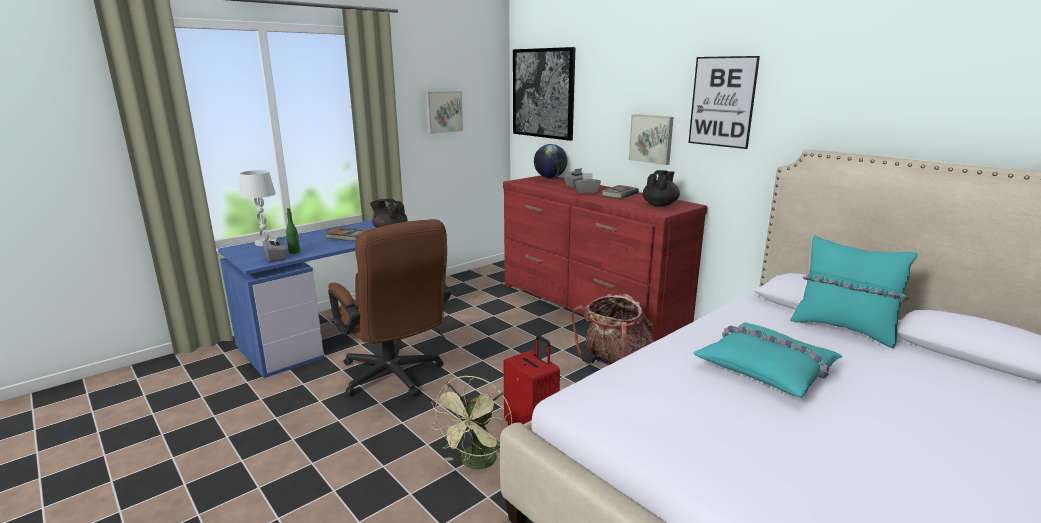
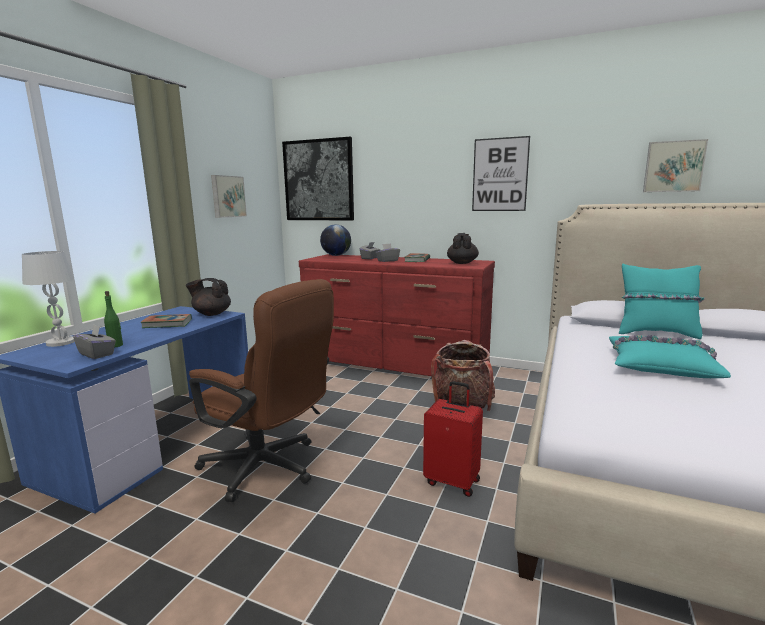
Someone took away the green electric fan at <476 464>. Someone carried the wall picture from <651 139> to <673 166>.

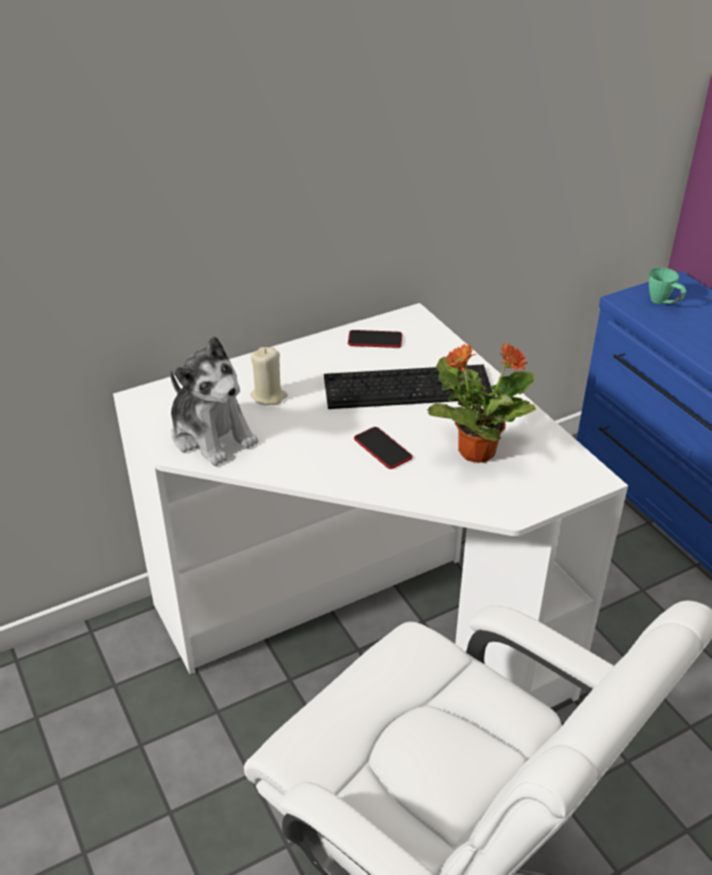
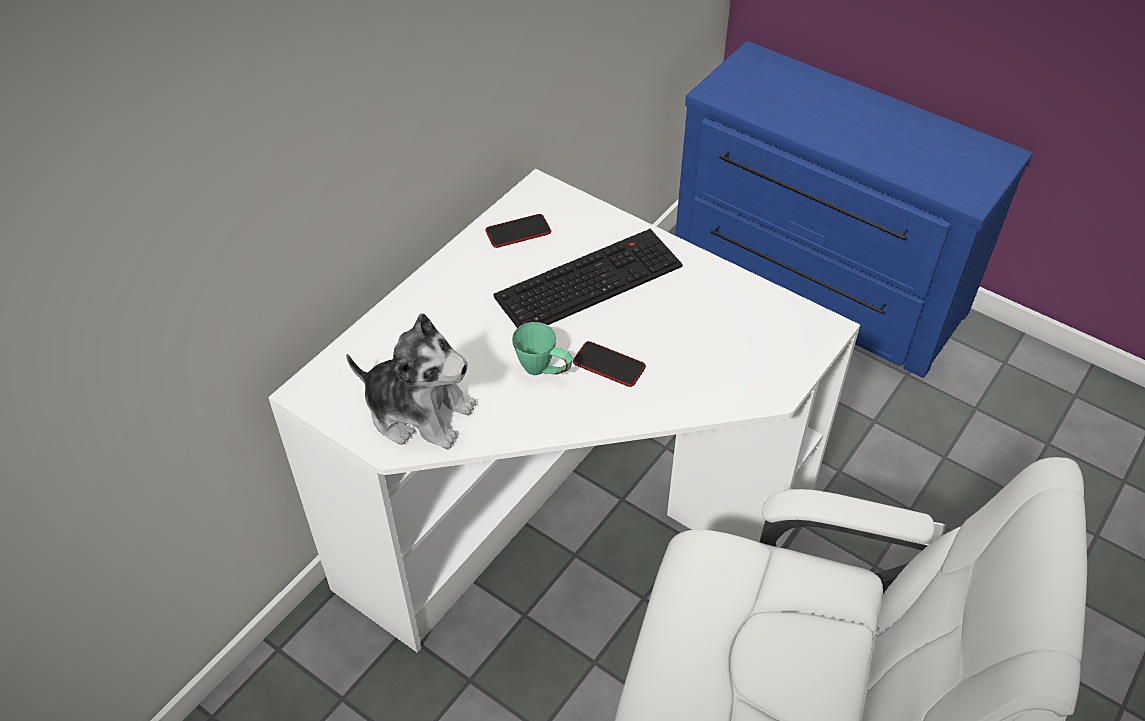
Someone took away the sand-coloured wax light at <269 396>. Someone took away the plant in a pot at <475 451>. Someone carried the green tea mug from <663 303> to <544 371>.

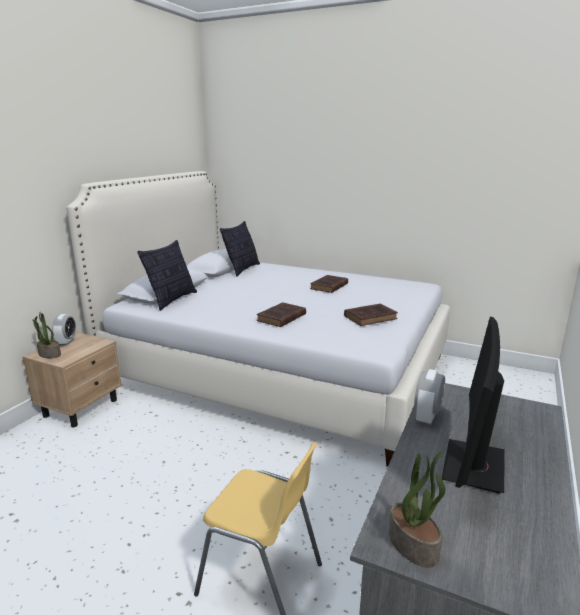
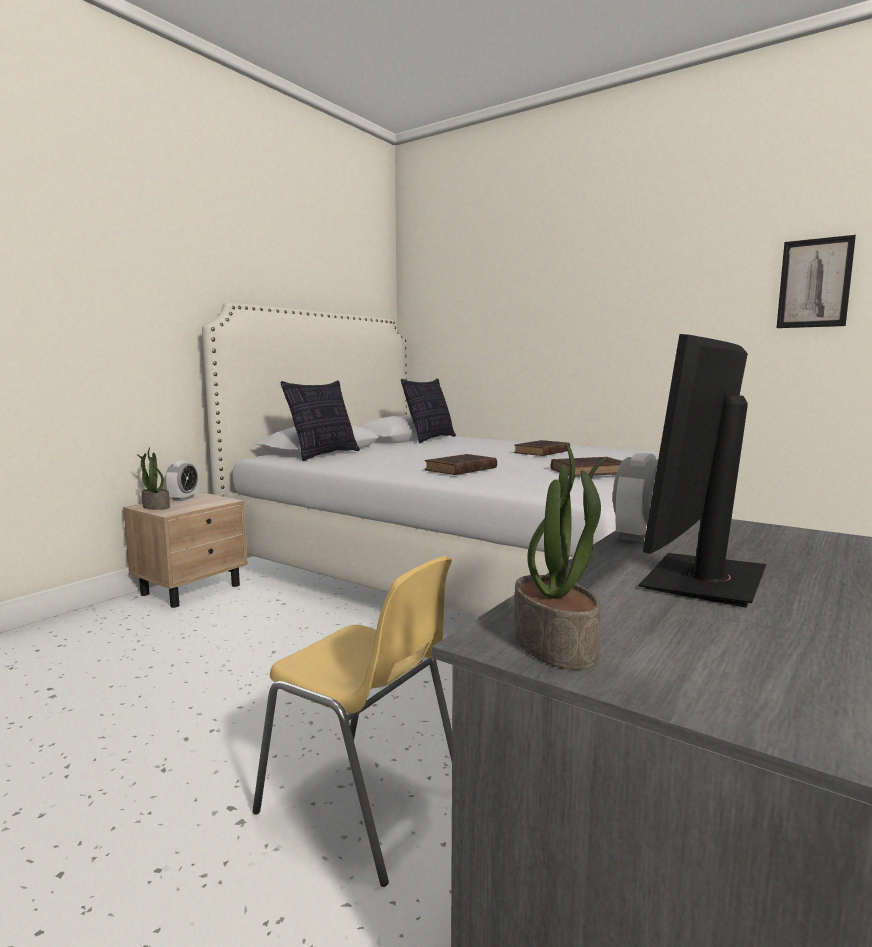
Someone put up the wall picture at <814 283>.

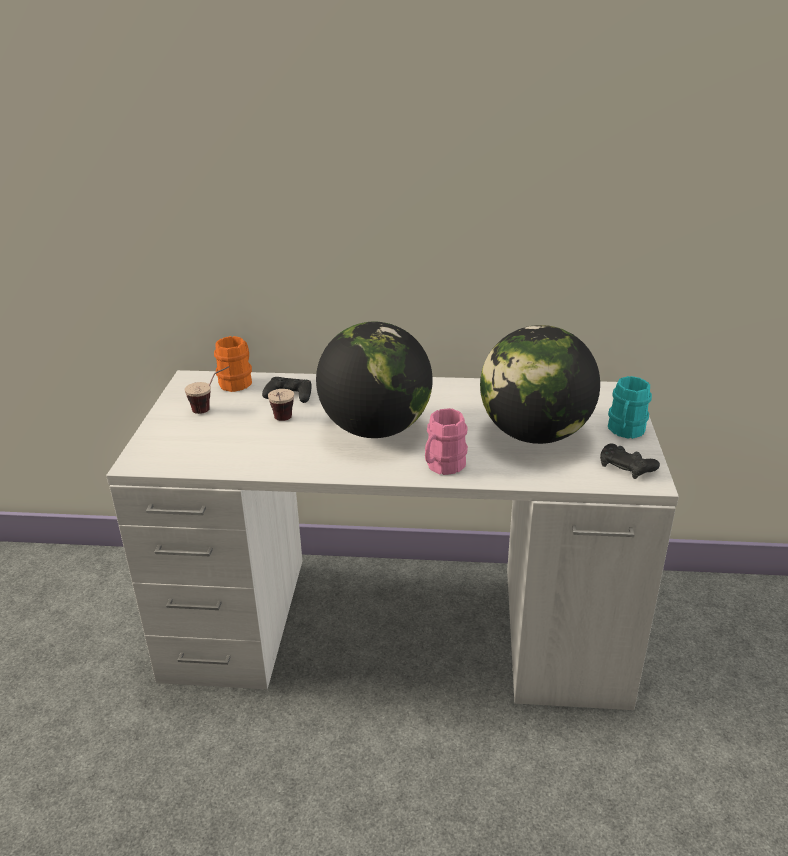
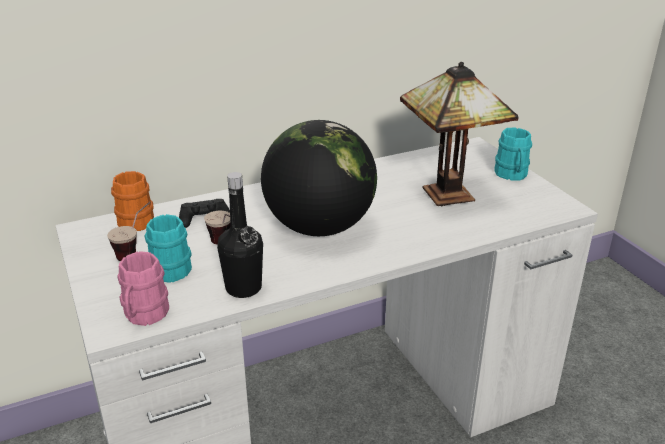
Someone took away the blackish game controller at <626 466>. Someone put down the blue-green tea mug at <174 266>. Someone put down the blackish bottle at <243 288>. Someone carried the pink tea mug from <442 466> to <144 315>. Someone swapped the globe at <535 435> for the tabletop lamp at <452 196>.

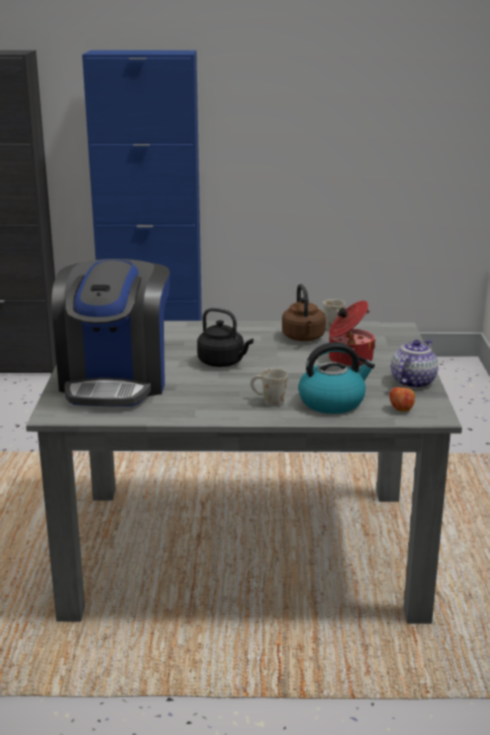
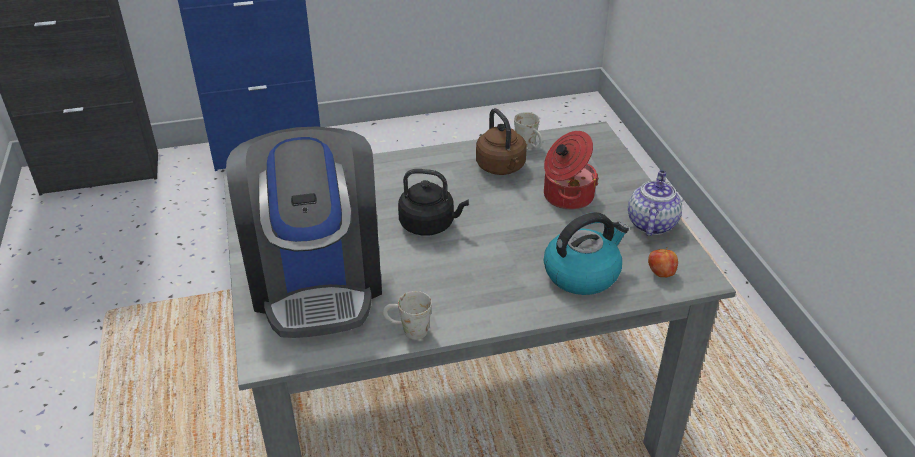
Someone carried the whitish tea mug from <268 401> to <407 330>.

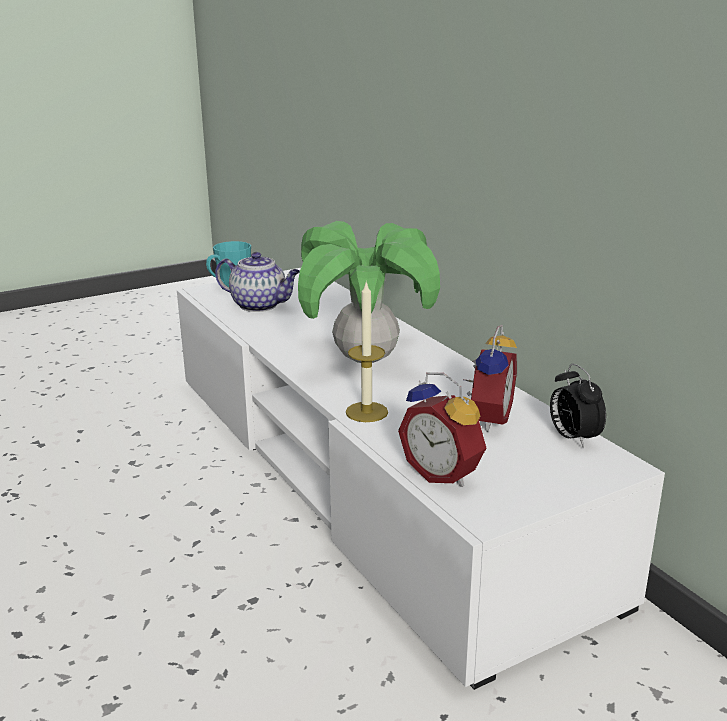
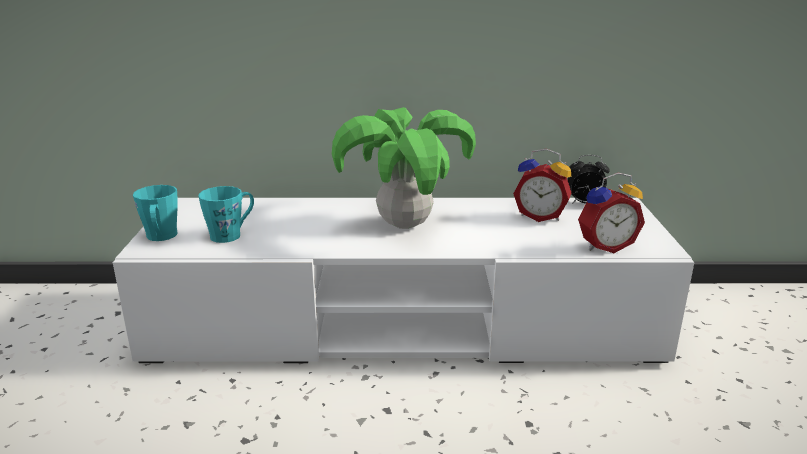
Someone took away the wax light at <366 412>. Someone swapped the teapot at <260 305> for the blue-green tea mug at <231 234>. Someone rotated the alarm clock at <486 419> by 150 degrees clockwise.

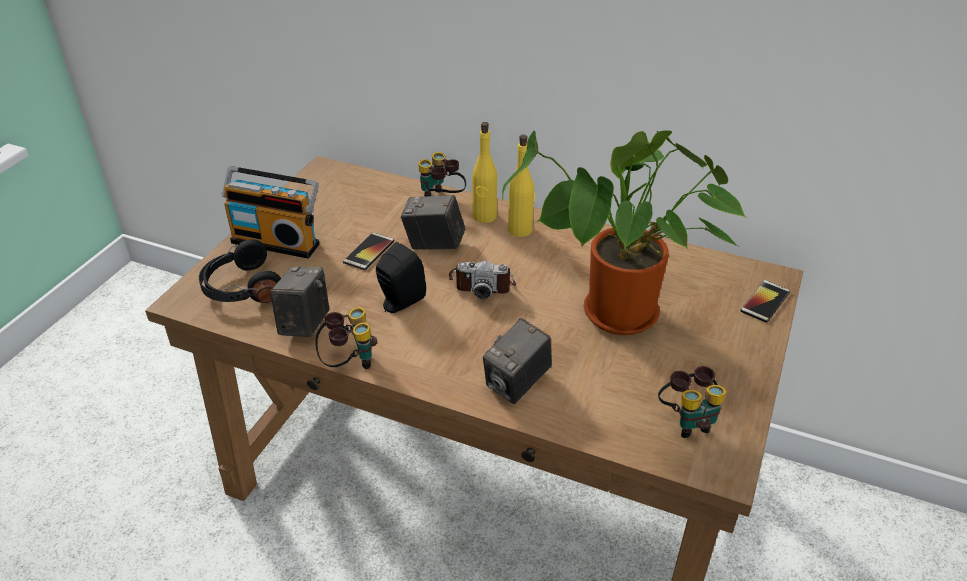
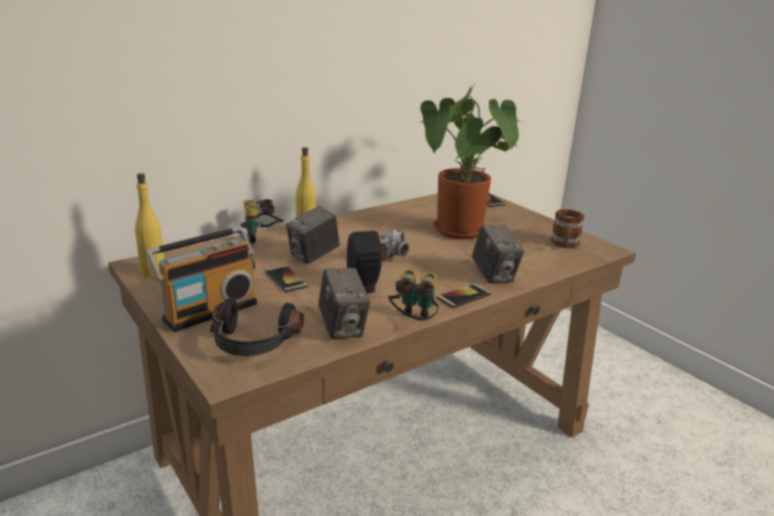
Someone put down the handset at <463 296>. Someone carried the yellow bottle from <520 230> to <153 271>. Someone swapped the field glasses at <687 420> for the tea mug at <564 245>. Someone rotated the photo camera at <304 323> by 150 degrees counterclockwise.

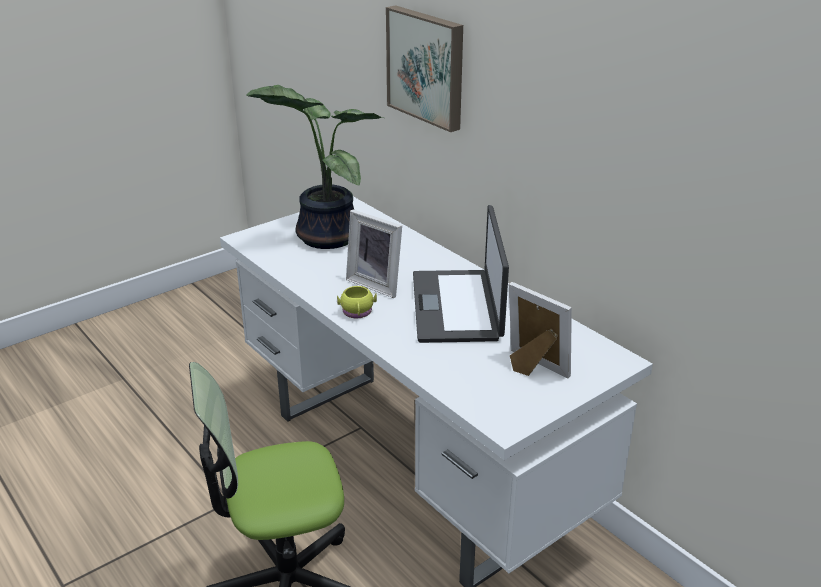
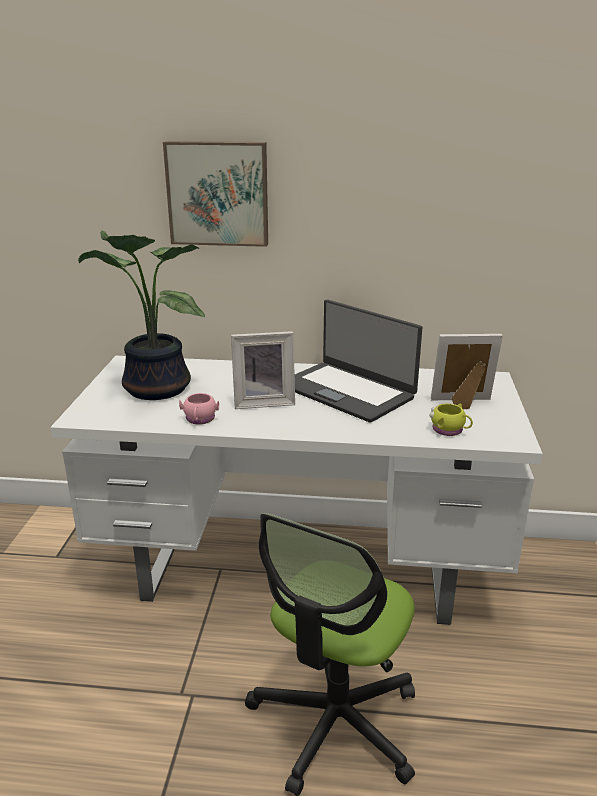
Someone put down the pink tea mug at <200 420>. Someone carried the yellow tea mug from <357 313> to <450 430>.

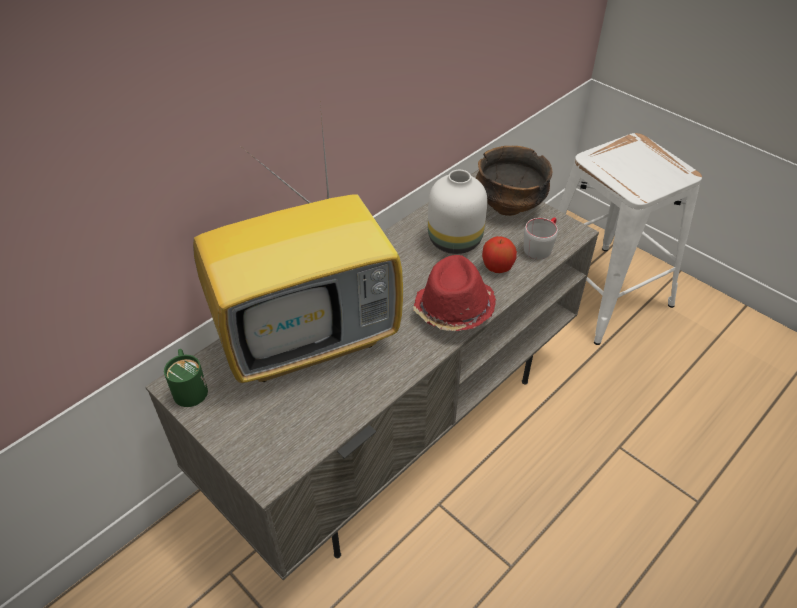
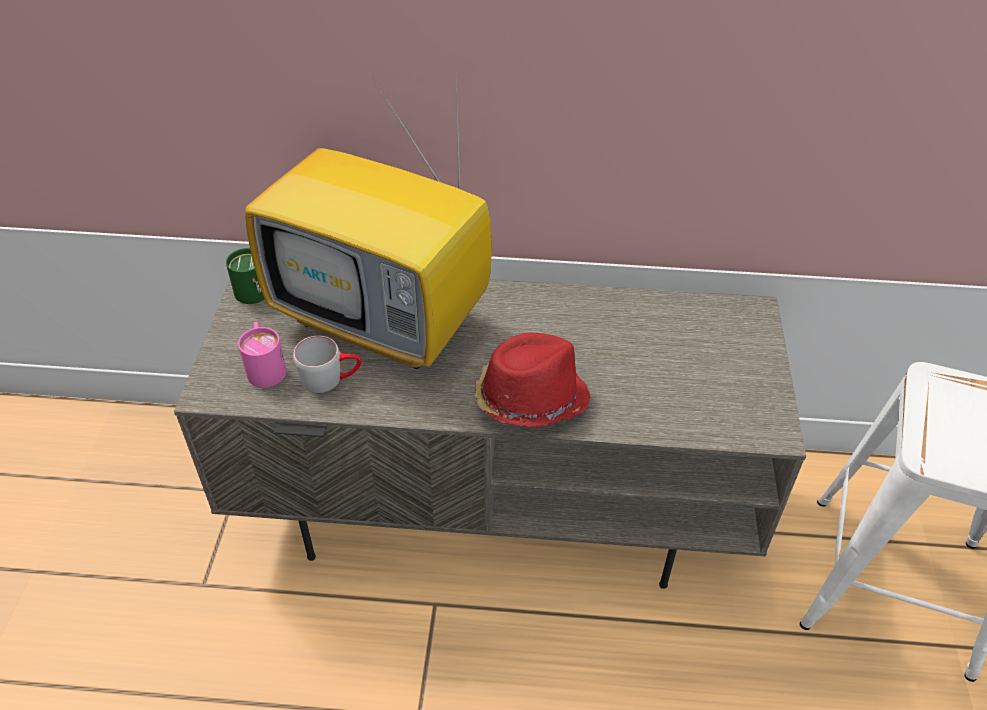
Someone took away the whitish vase at <453 241>. Someone took away the serving bowl at <508 205>. Someone took away the apple at <497 267>. Someone put down the pink tea mug at <265 366>. Someone carried the gray tea mug from <540 246> to <331 378>.

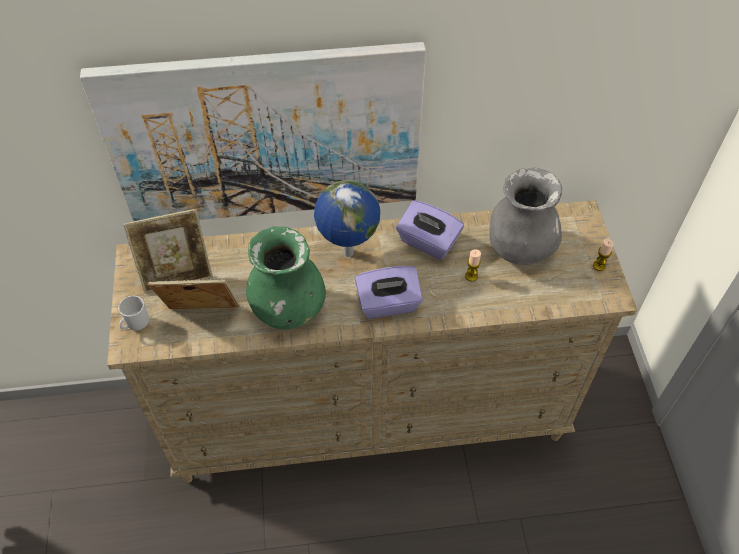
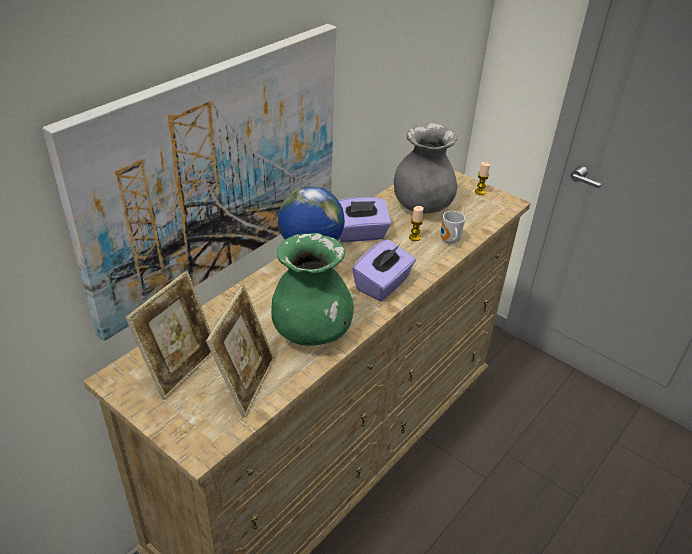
Someone carried the tea mug from <136 324> to <449 241>. Someone rotated the photo frame at <202 317> by 150 degrees clockwise.

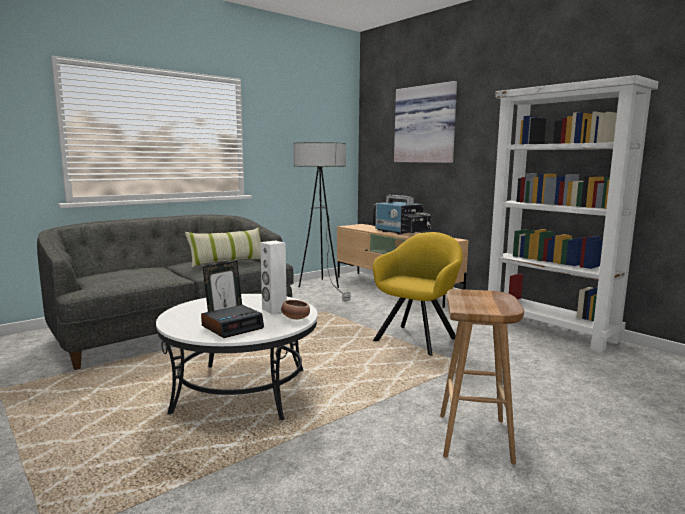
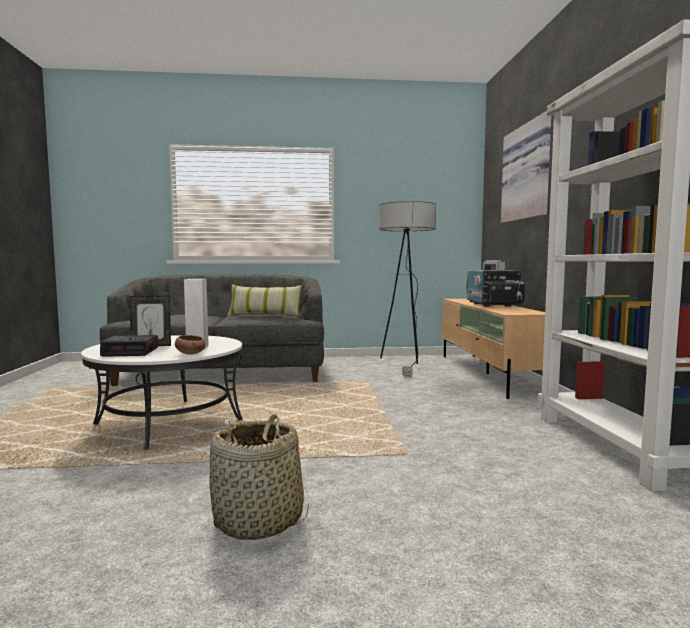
Someone took away the yellow lounge chair at <418 338>. Someone swapped the brownish sitting stool at <476 438> for the storage basket at <259 521>.

